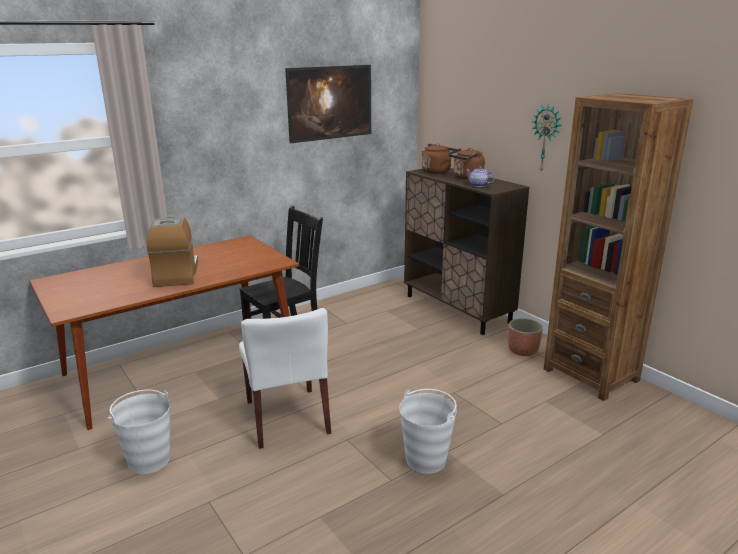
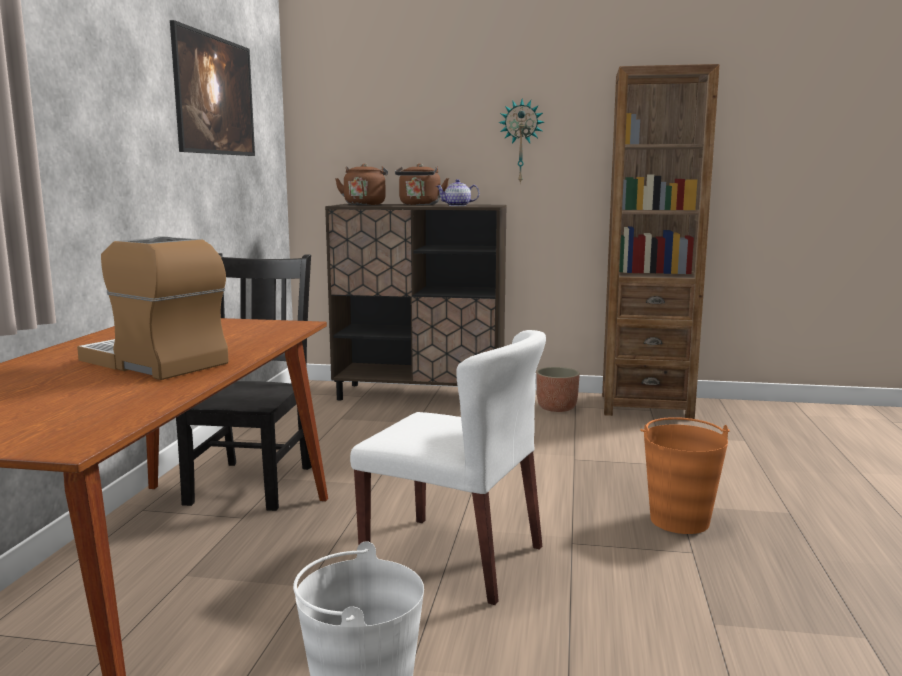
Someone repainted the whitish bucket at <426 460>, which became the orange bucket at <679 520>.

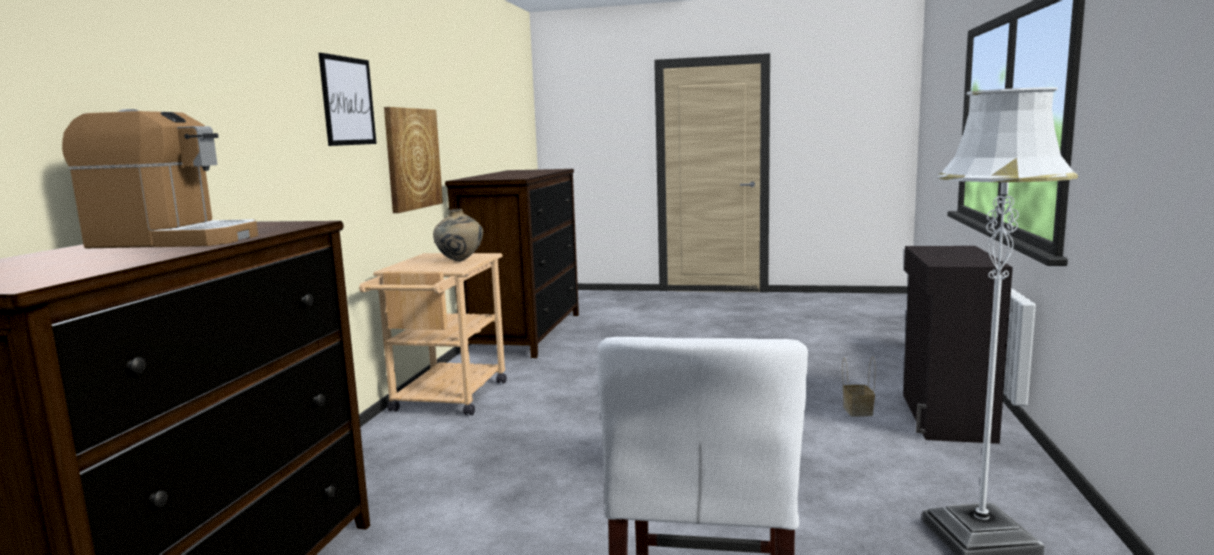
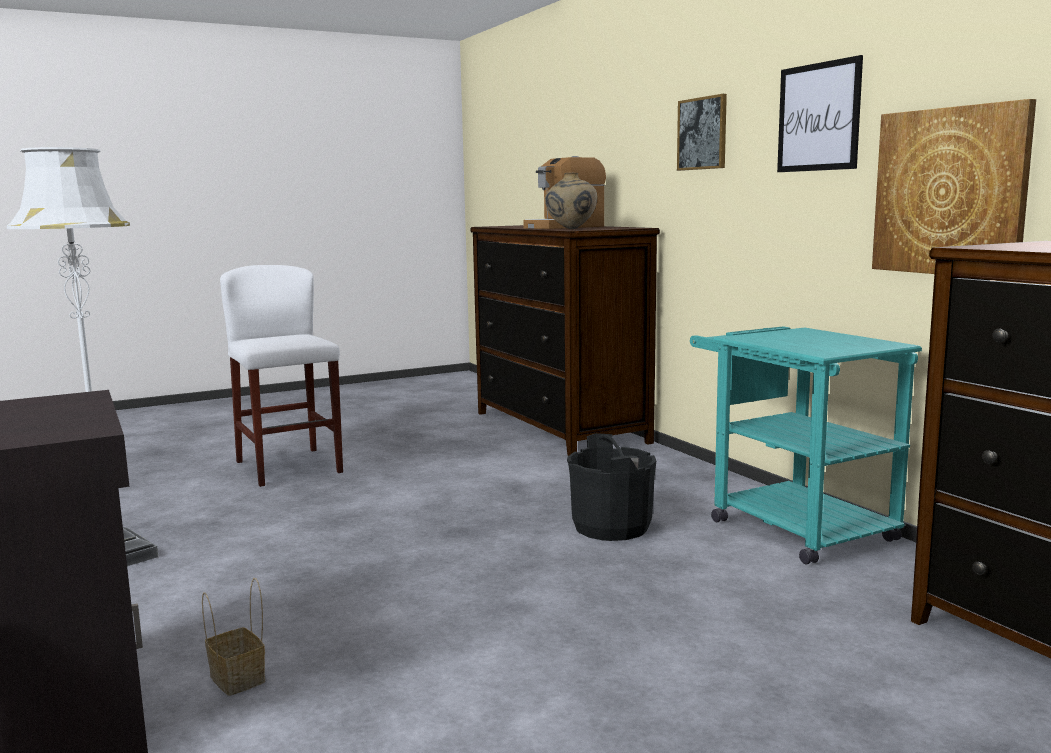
Someone put down the blackish bucket at <611 527>. Someone put up the wall picture at <702 133>. Someone carried the sand-coloured vase from <460 261> to <571 229>. Someone repainted the sand-coloured wheeled cart at <446 400>, which became the blue-green wheeled cart at <790 525>.

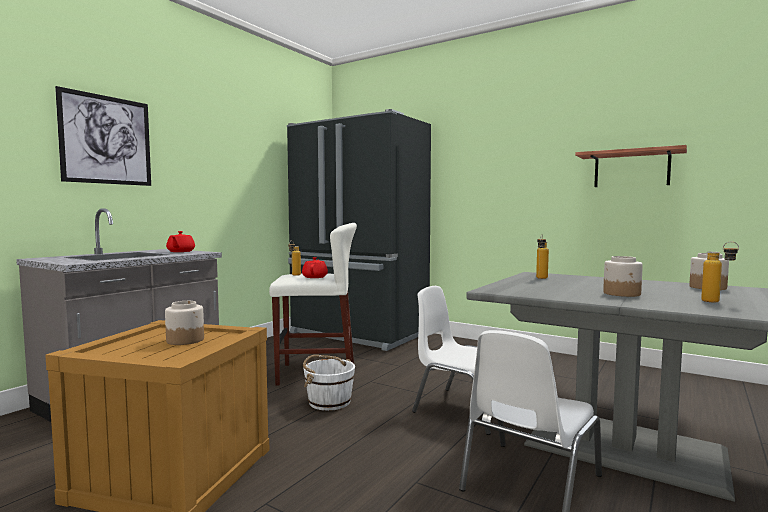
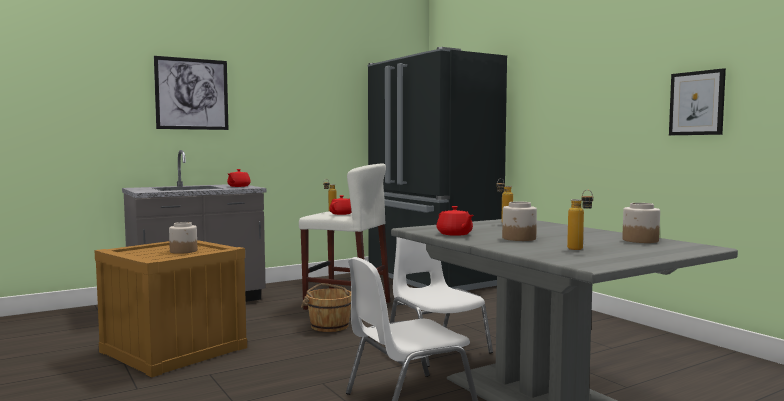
Someone put down the red teapot at <455 234>. Someone swapped the wall shelf at <631 169> for the wall picture at <697 103>. Someone repainted the whitish bucket at <329 401>, which became the brownish bucket at <329 326>.

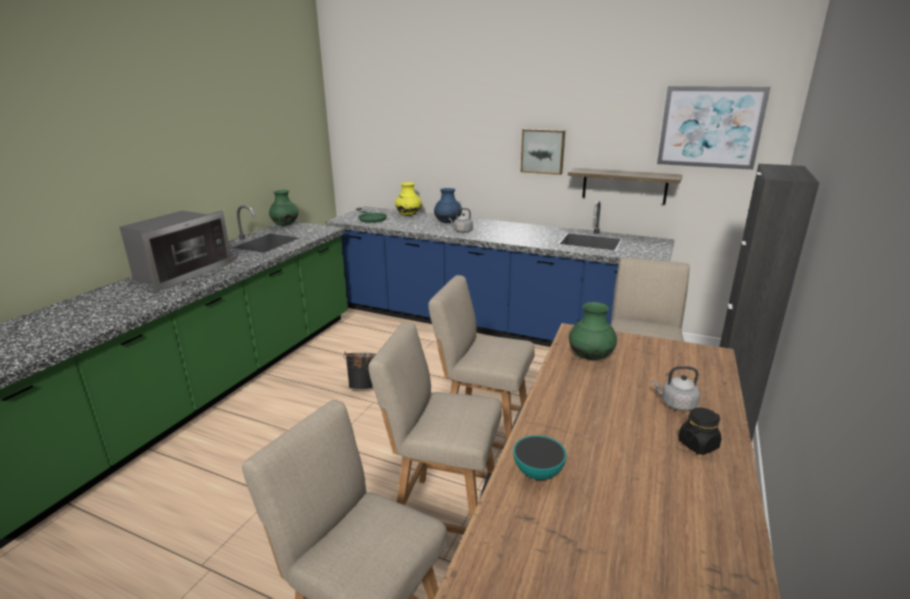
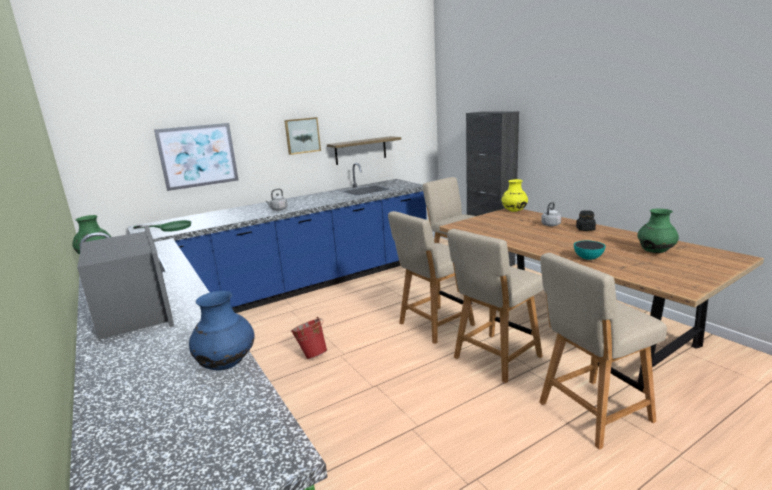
Someone carried the yellow vase from <408 215> to <514 211>. Someone carried the blue vase from <448 223> to <227 364>. Someone carried the green vase from <590 357> to <655 252>. Someone carried the wall picture from <710 127> to <198 156>. Someone repainted the blackish bucket at <363 386>, which became the red bucket at <311 354>.

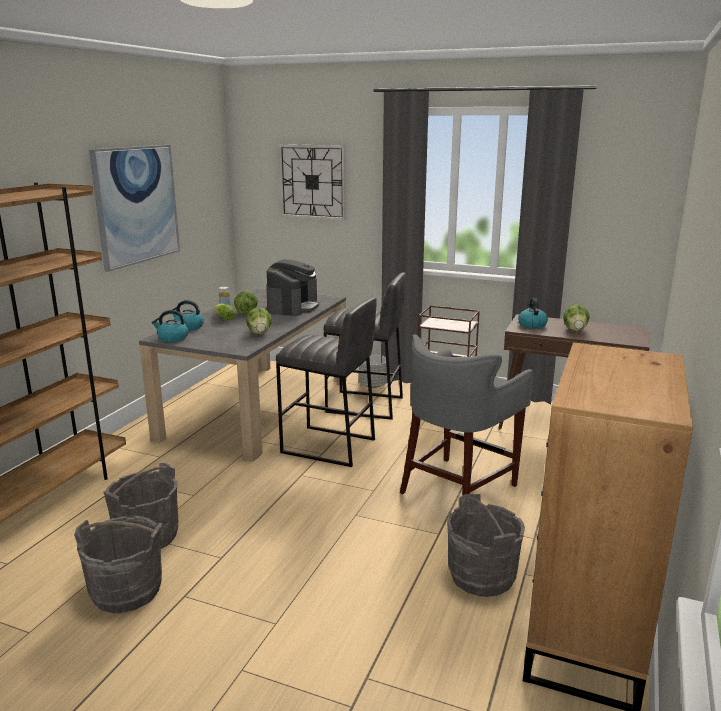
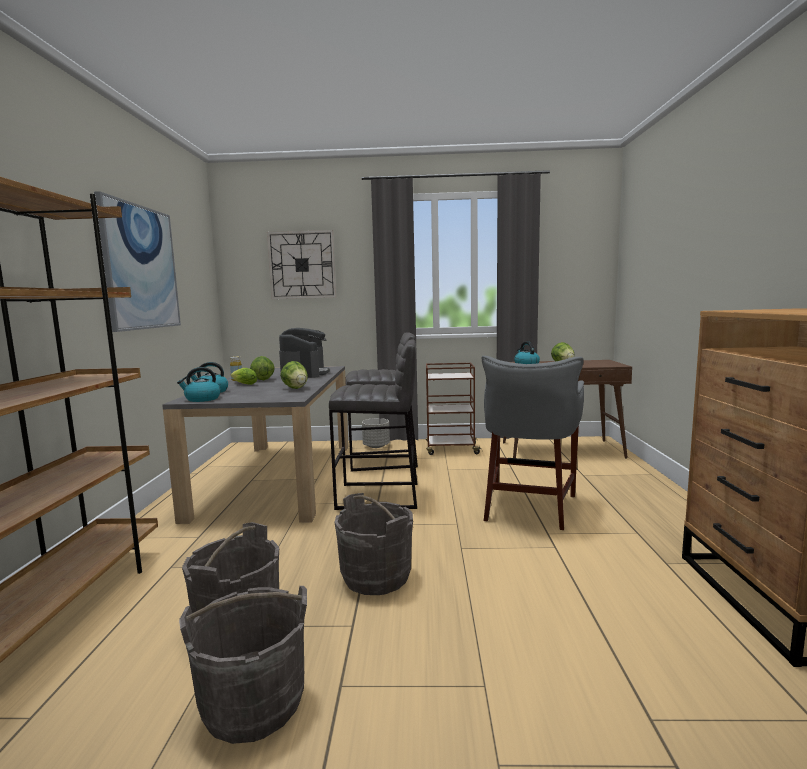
Someone carried the gray bucket from <481 576> to <376 577>.

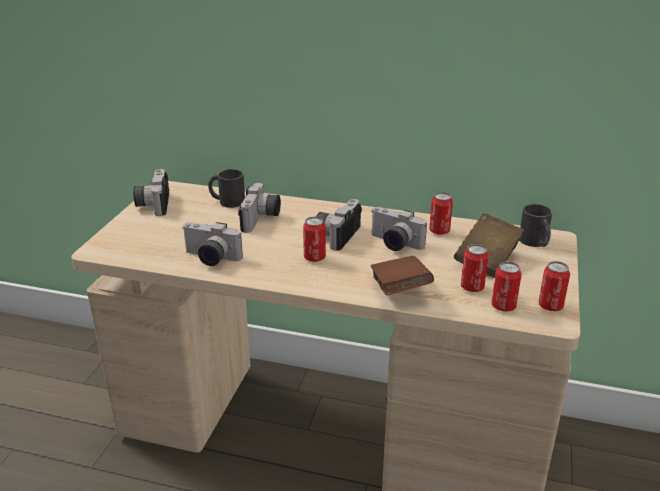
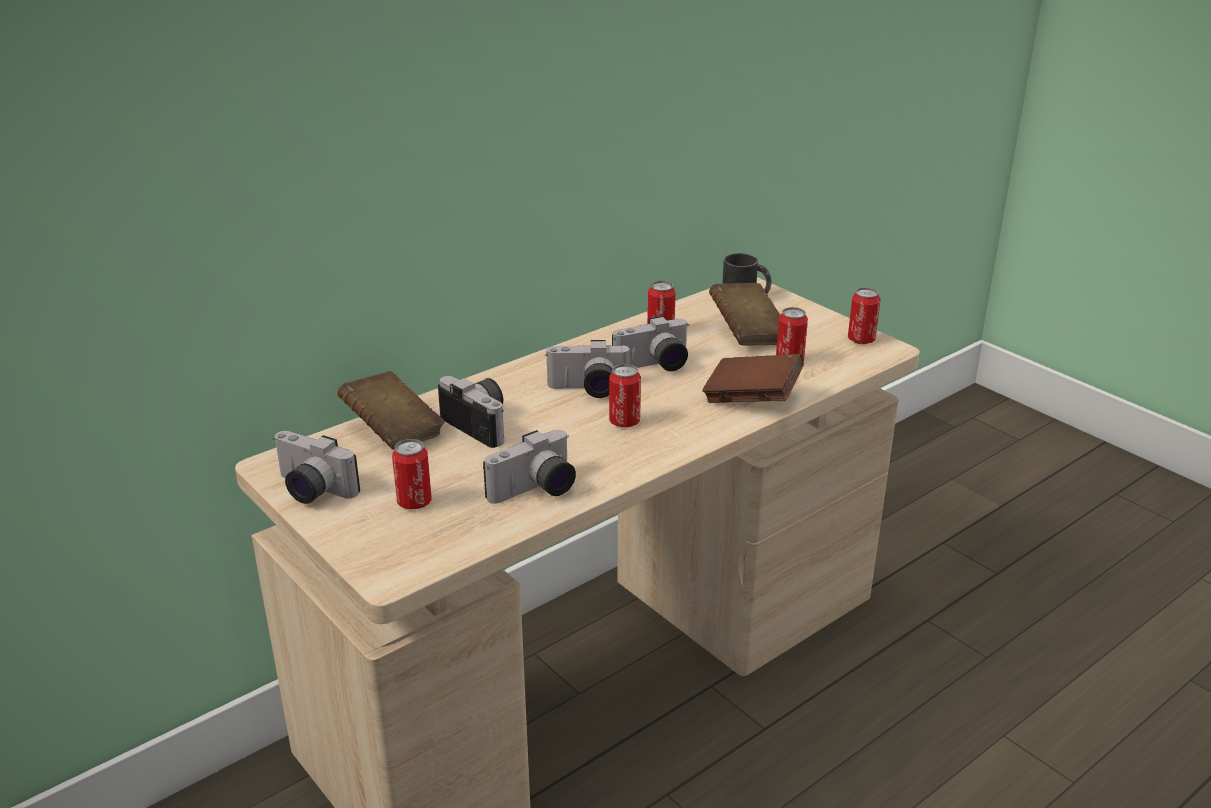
Someone carried the metal can from <503 306> to <414 502>. Someone swapped the blackish tea mug at <227 201> for the brownish bound book at <393 431>. Someone rotated the photo camera at <336 234> by 60 degrees counterclockwise.

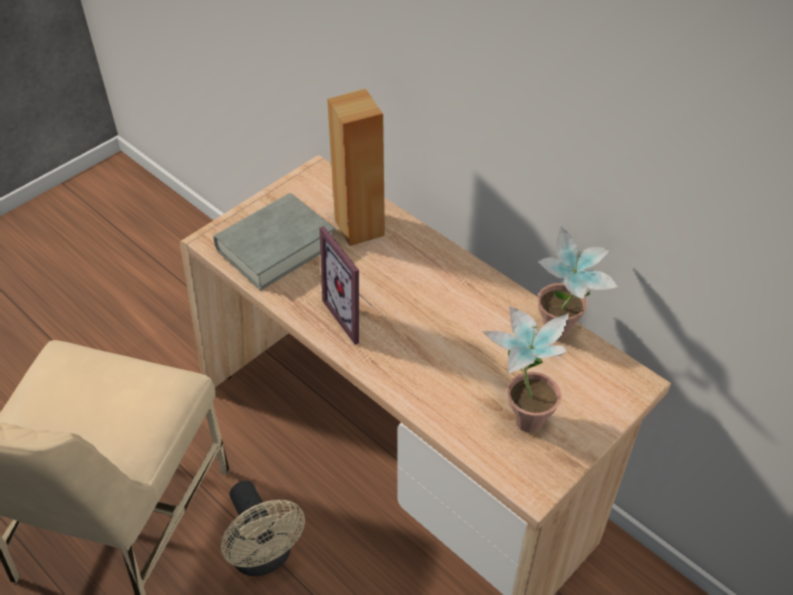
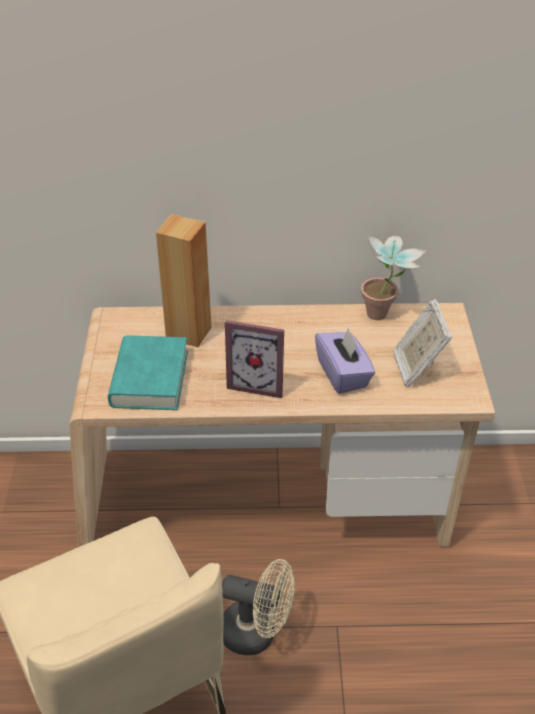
Someone put down the purplish tissue holder at <343 374>. Someone swapped the plant in a pot at <521 413> for the photo frame at <417 367>. Someone repainted the gray bound book at <276 247>, which became the blue-green bound book at <150 379>.

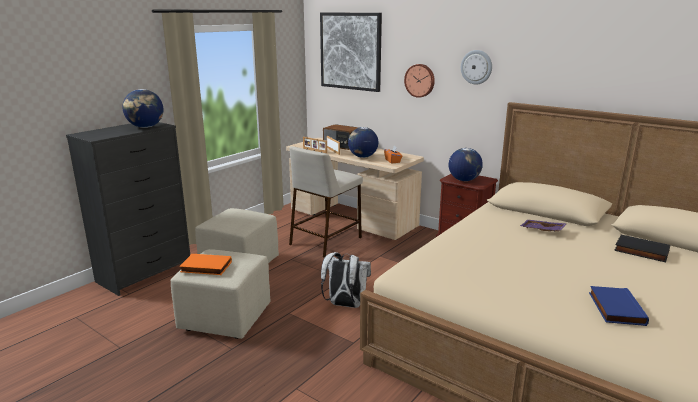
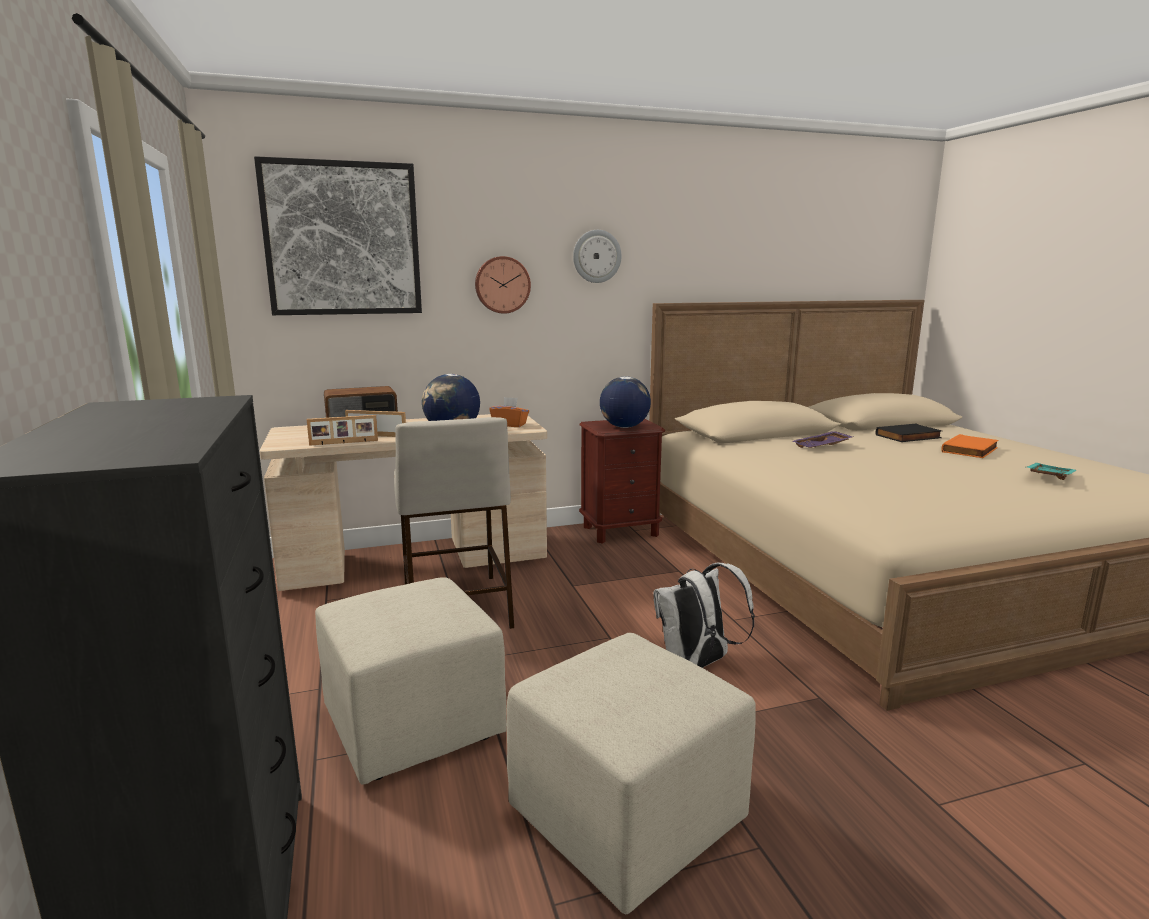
Someone took away the globe at <145 127>. Someone carried the orange bound book from <205 267> to <971 450>. Someone swapped the blue bound book at <614 308> for the blue-green tray at <1048 477>.

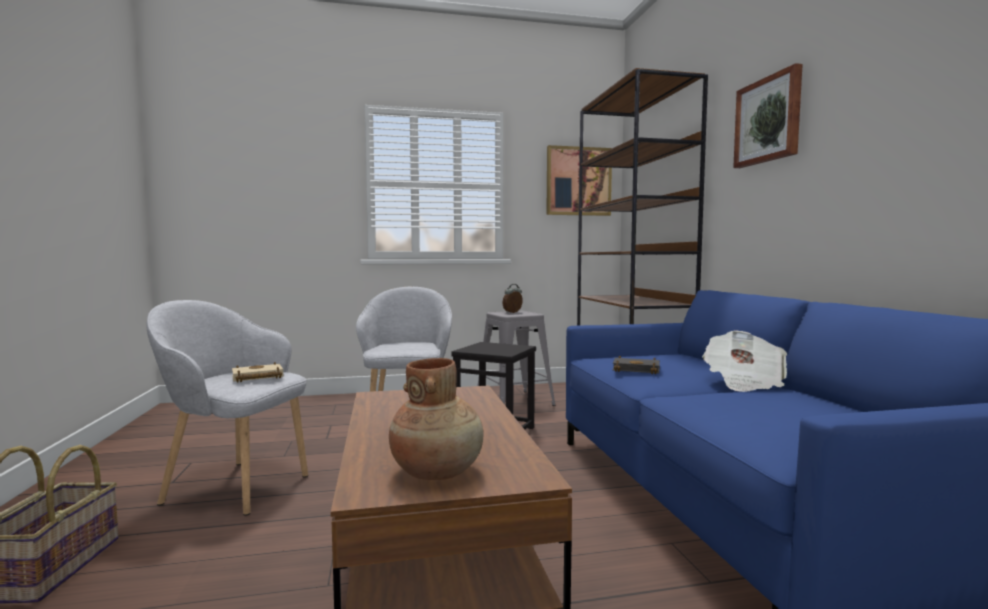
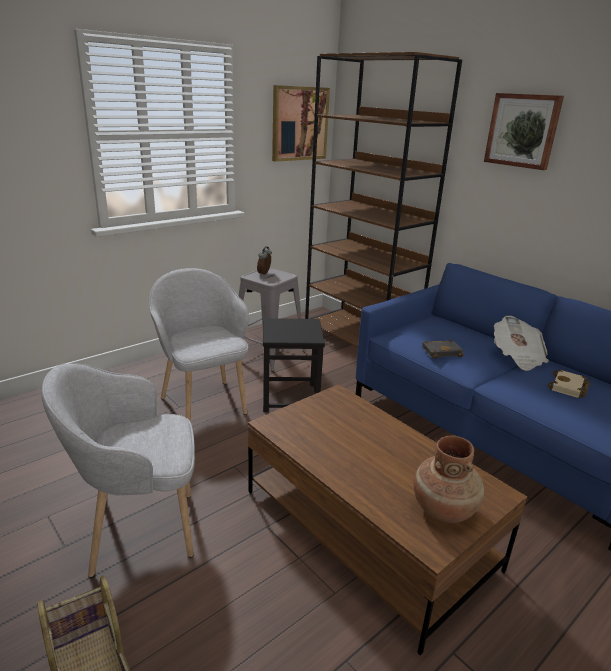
Someone carried the sand-coloured bound book from <256 377> to <569 388>.

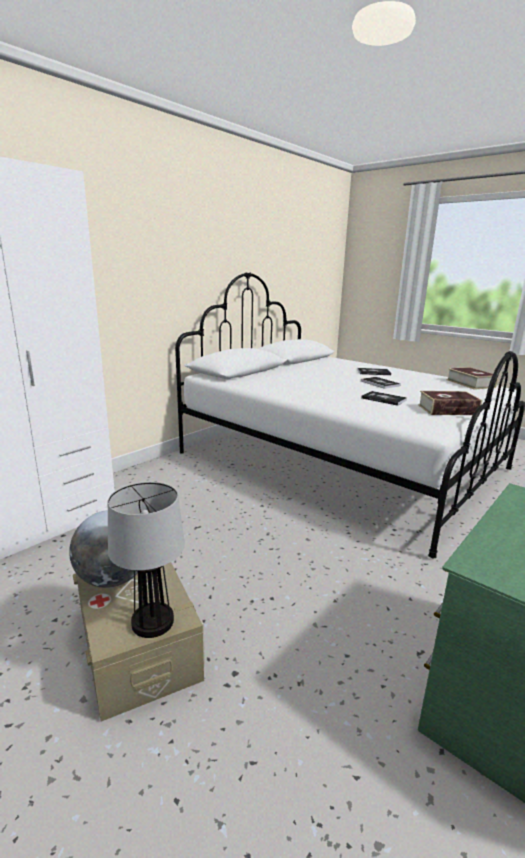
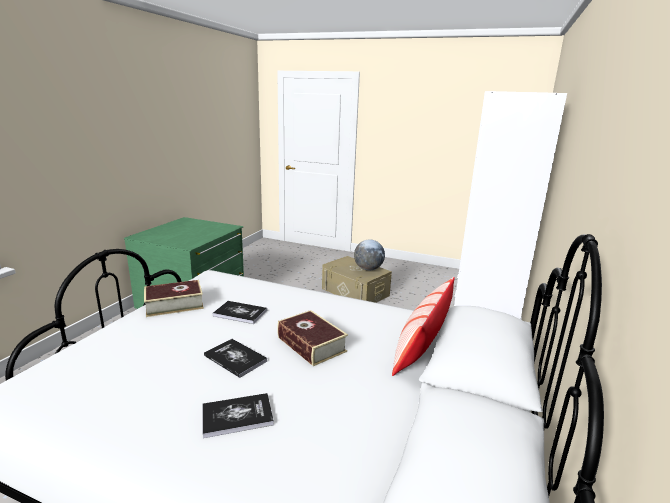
Someone took away the tabletop lamp at <151 622>. Someone put down the cushion at <421 346>. Someone carried the bound book from <470 383> to <311 344>.

